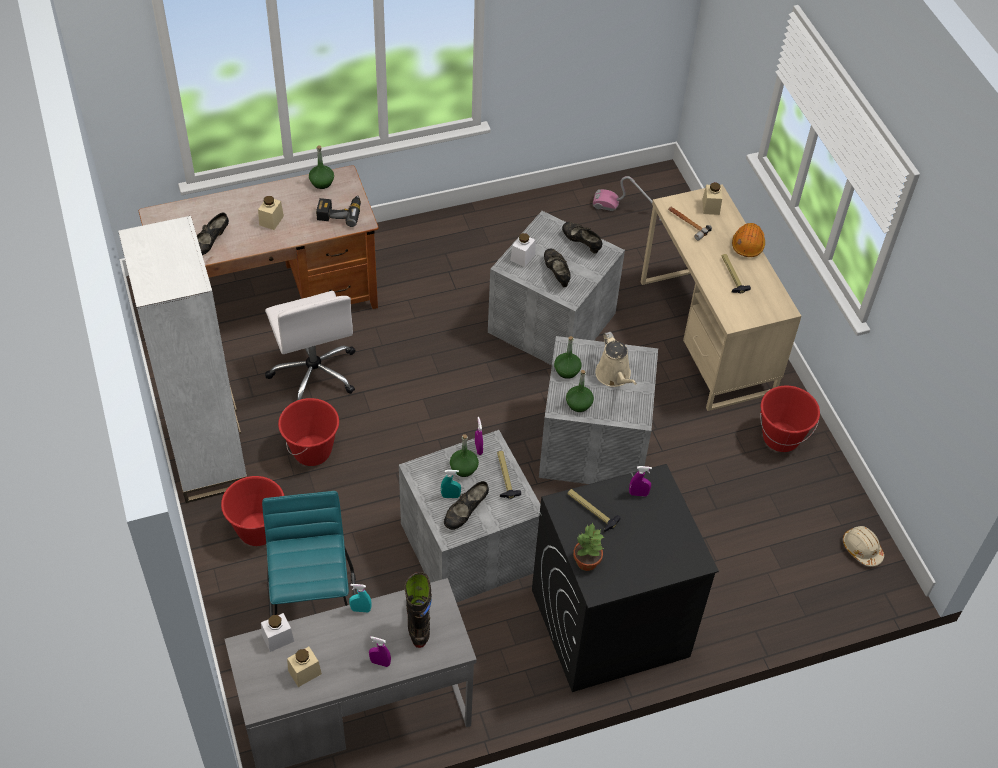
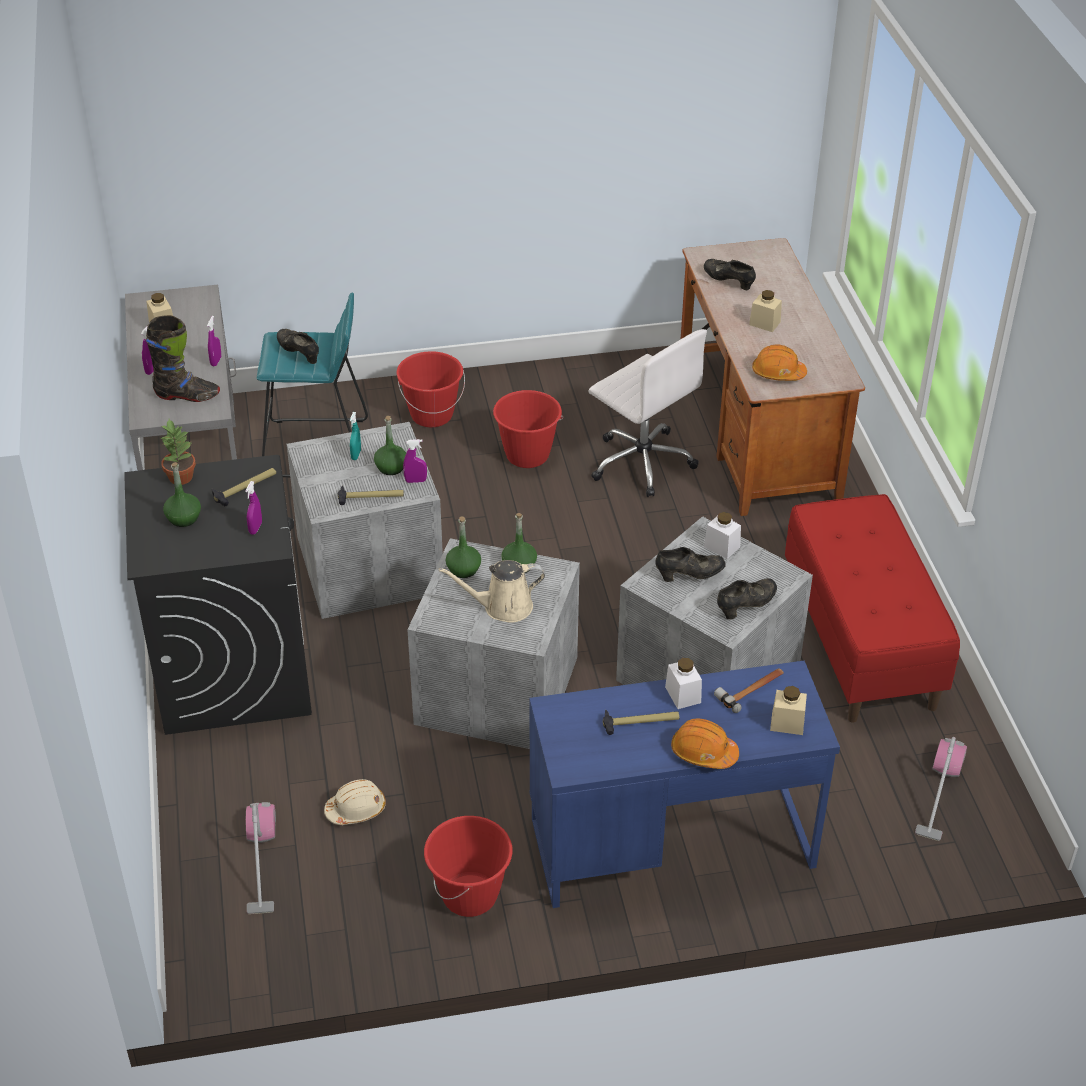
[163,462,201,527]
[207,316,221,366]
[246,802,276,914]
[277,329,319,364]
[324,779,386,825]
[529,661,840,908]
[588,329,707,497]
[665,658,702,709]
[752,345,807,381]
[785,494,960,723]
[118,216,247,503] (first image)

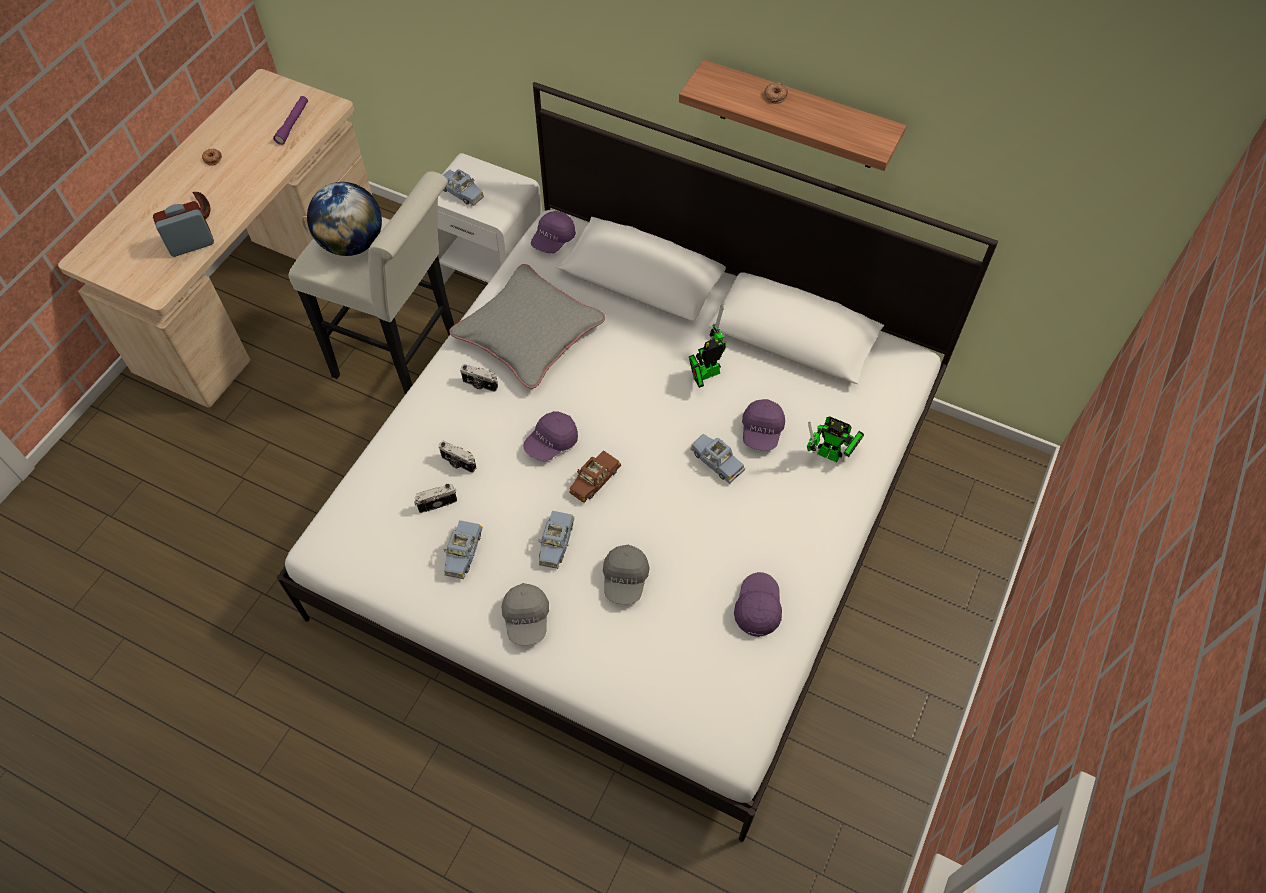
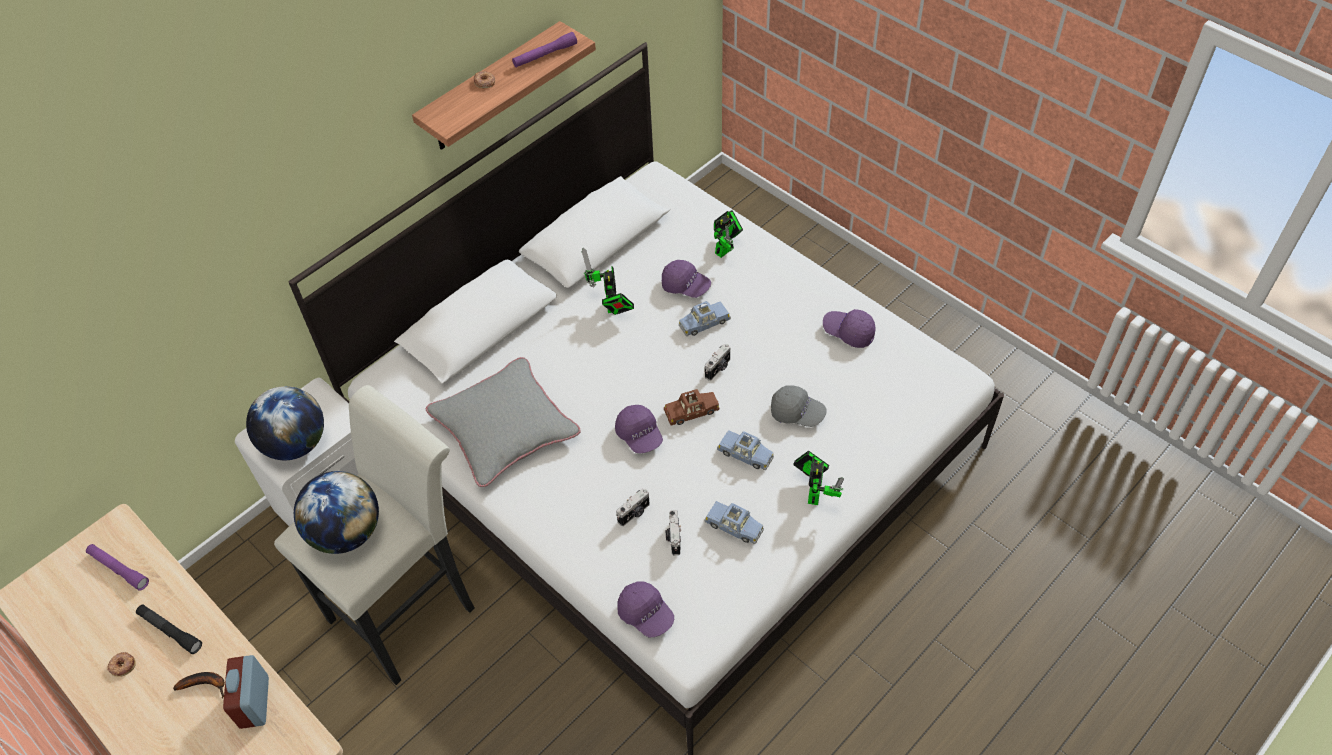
[136,604,202,654]
[246,386,324,460]
[512,32,577,68]
[618,581,674,637]
[664,389,719,426]
[705,344,730,381]
[793,451,845,505]

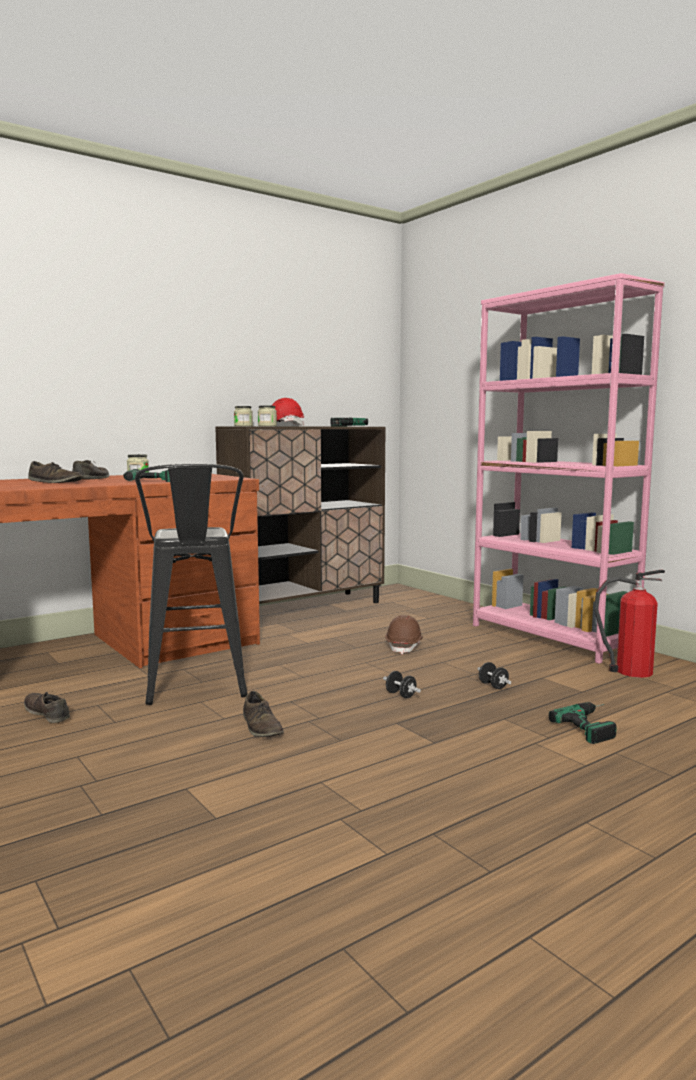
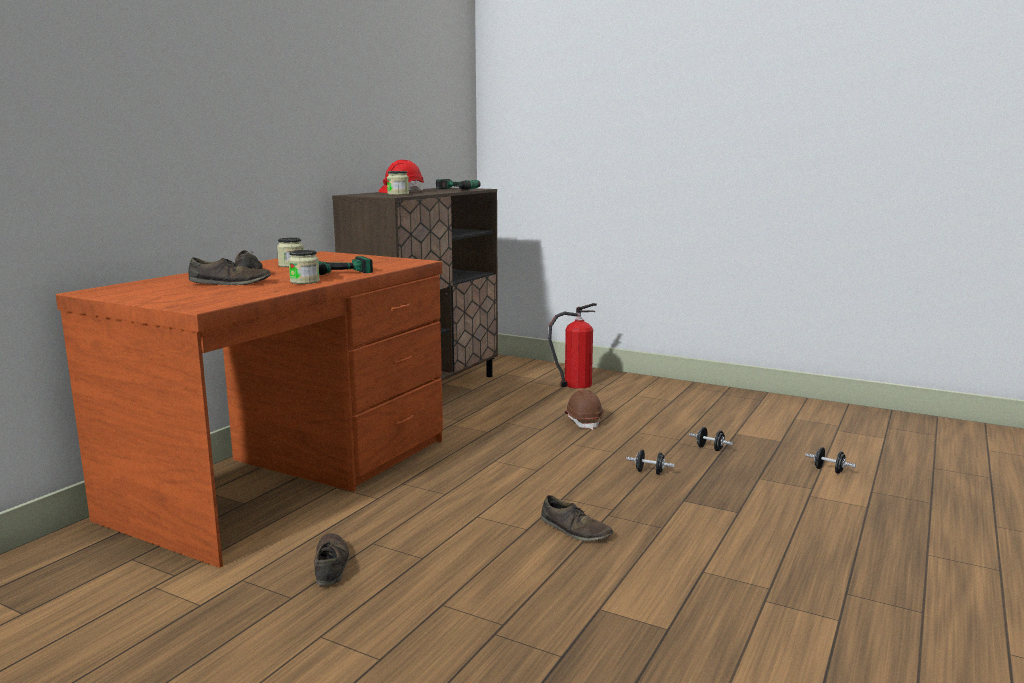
[288,250,320,284]
[314,533,349,586]
[548,303,597,389]
[805,447,856,474]
[135,464,248,705] (first image)
[473,273,665,664] (first image)

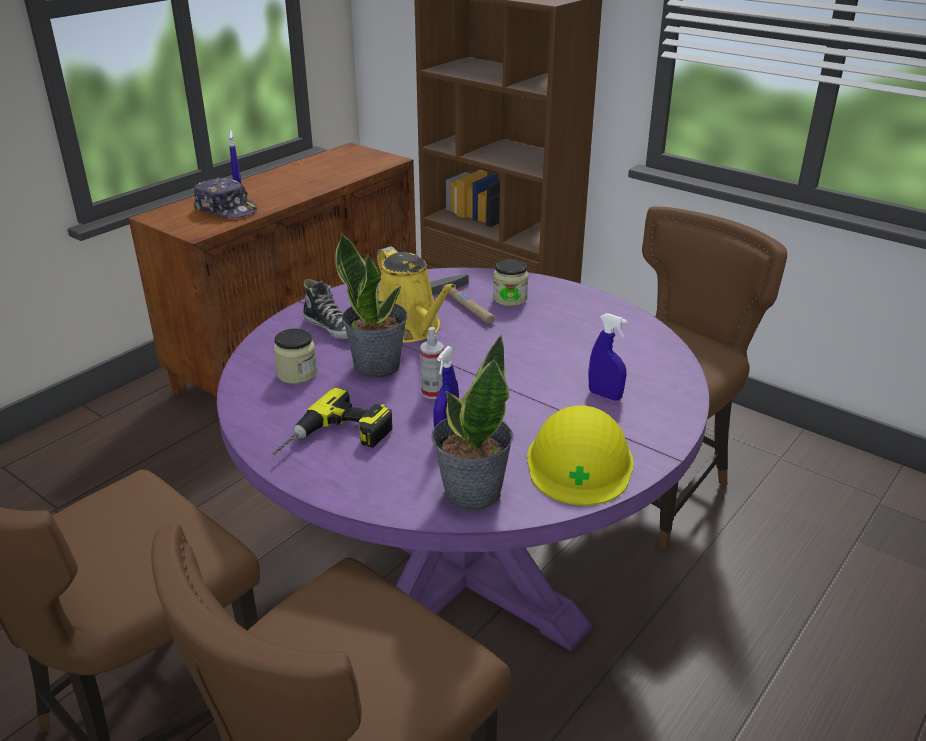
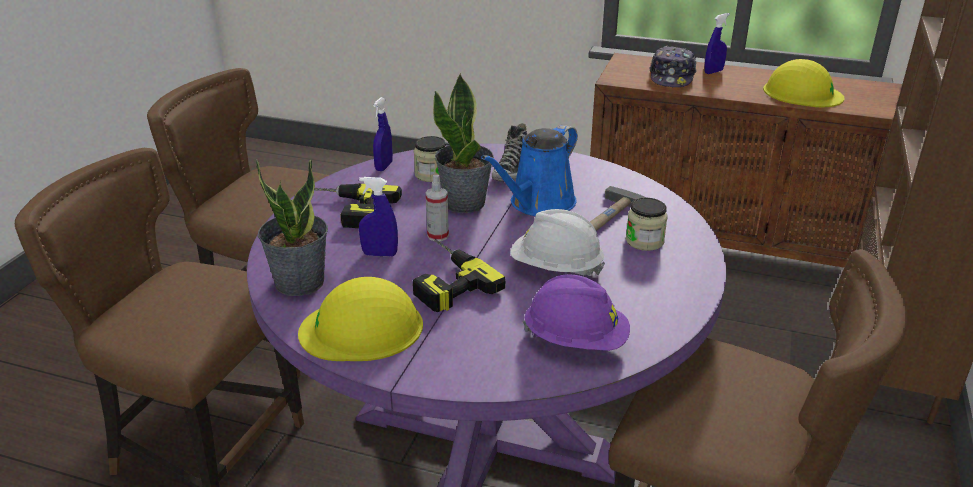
[373,97,393,171]
[413,239,505,312]
[481,125,578,216]
[510,209,605,276]
[523,274,630,351]
[763,59,845,107]

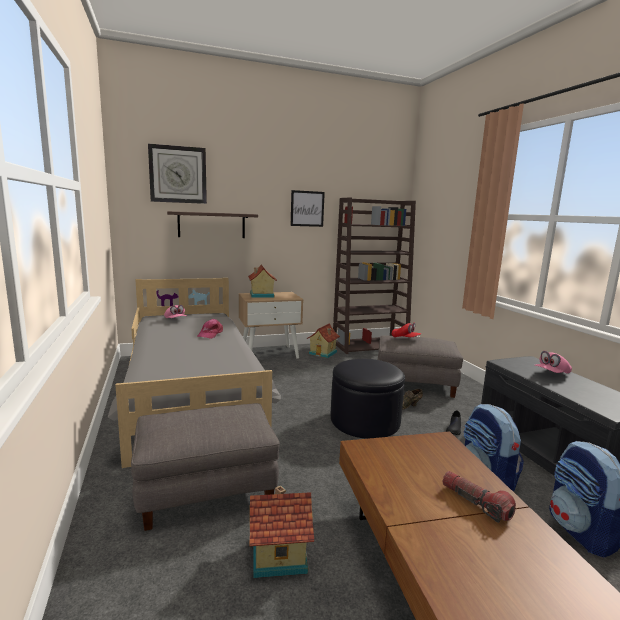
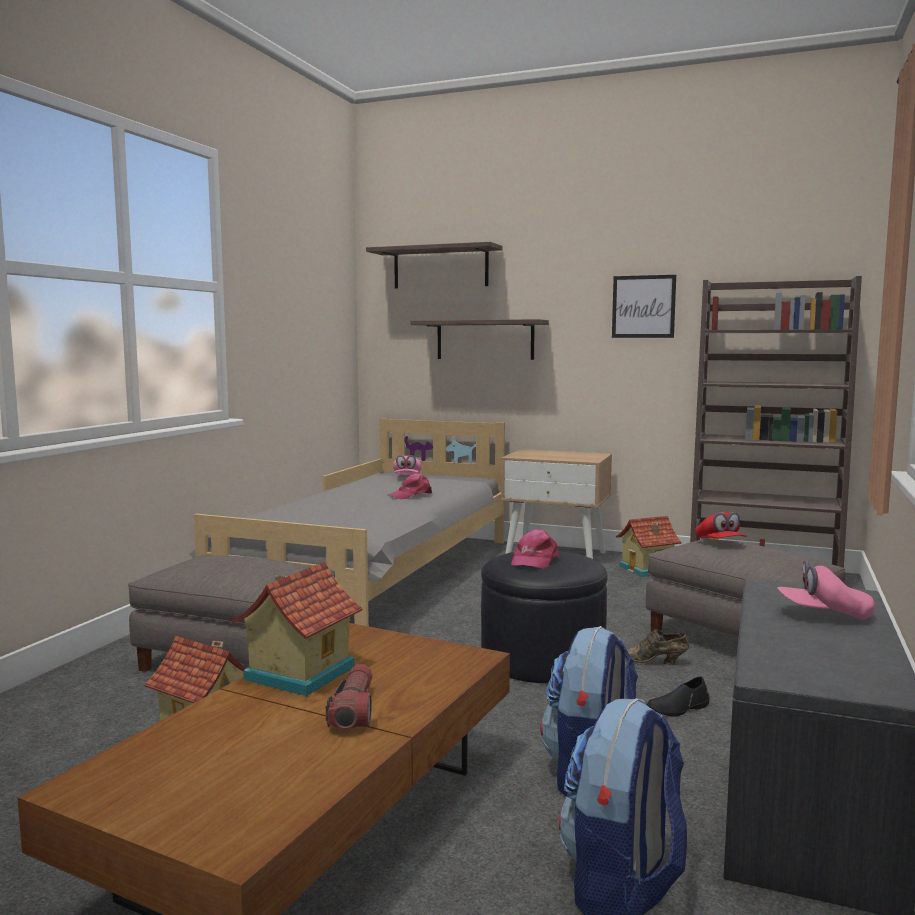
[232,562,362,696]
[366,242,502,288]
[511,529,559,569]

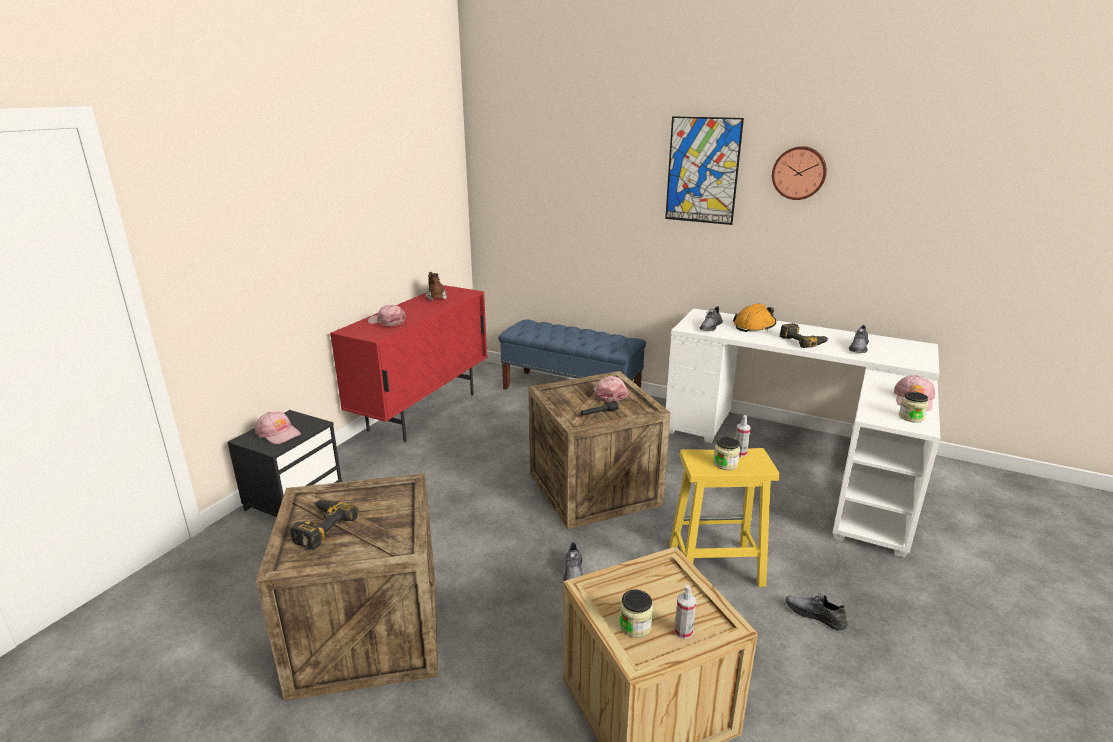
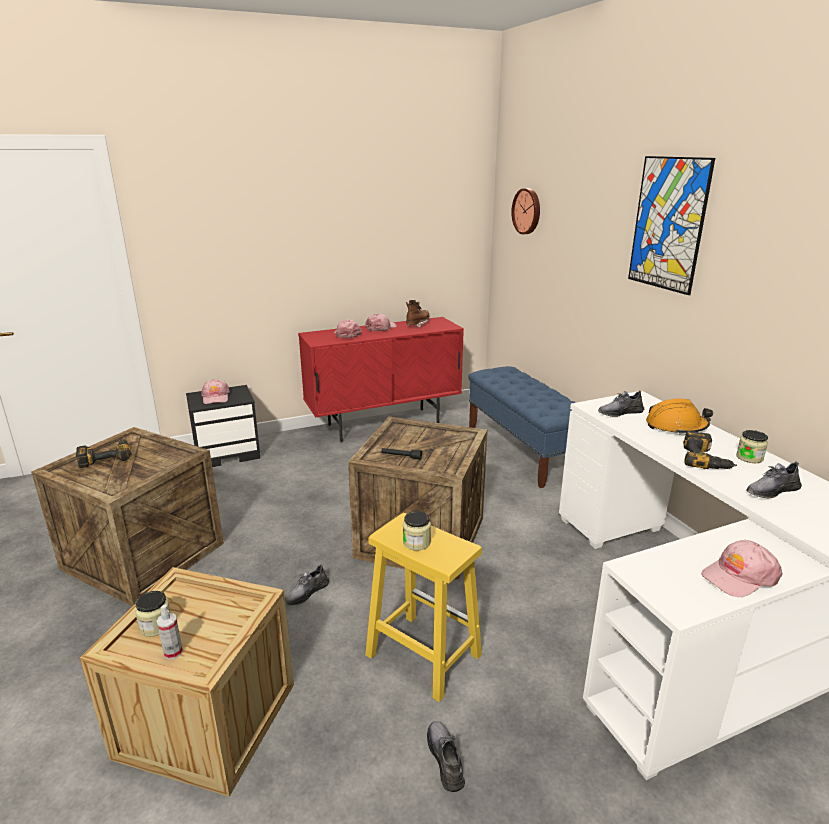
[365,313,397,331]
[511,188,540,234]
[736,430,768,463]
[735,415,751,457] (first image)

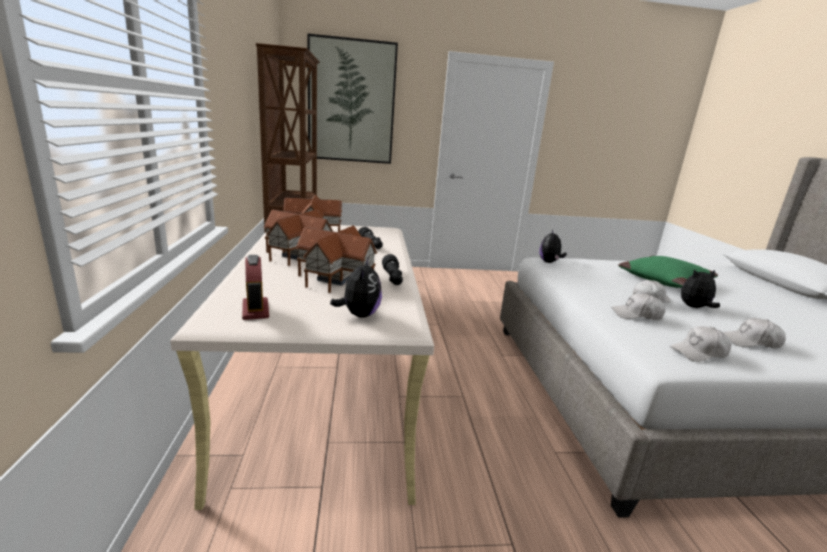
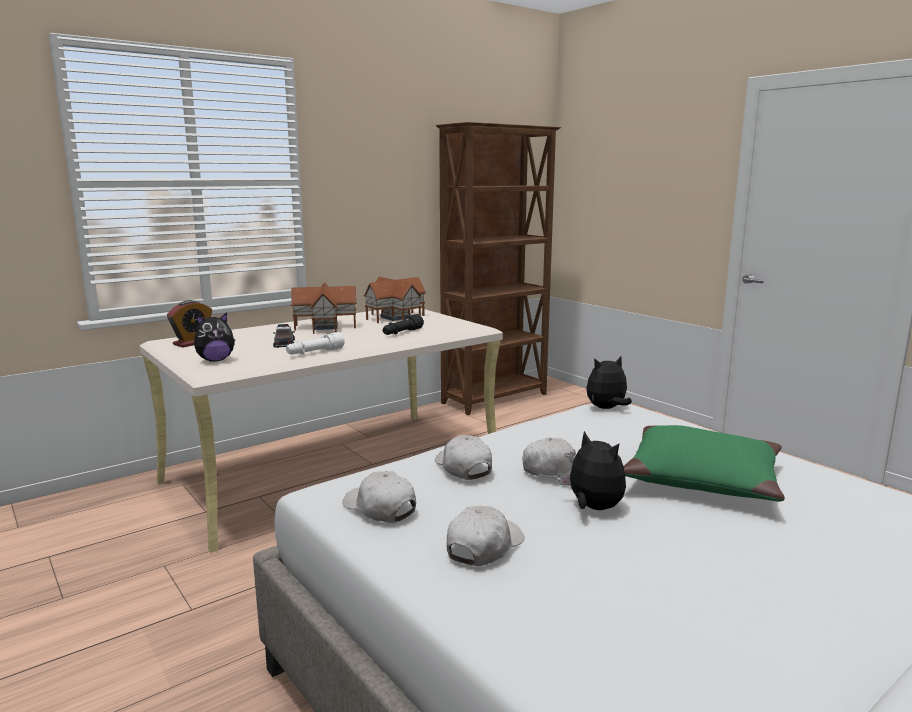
[273,324,295,348]
[286,332,345,355]
[447,506,524,566]
[307,34,398,164] (first image)

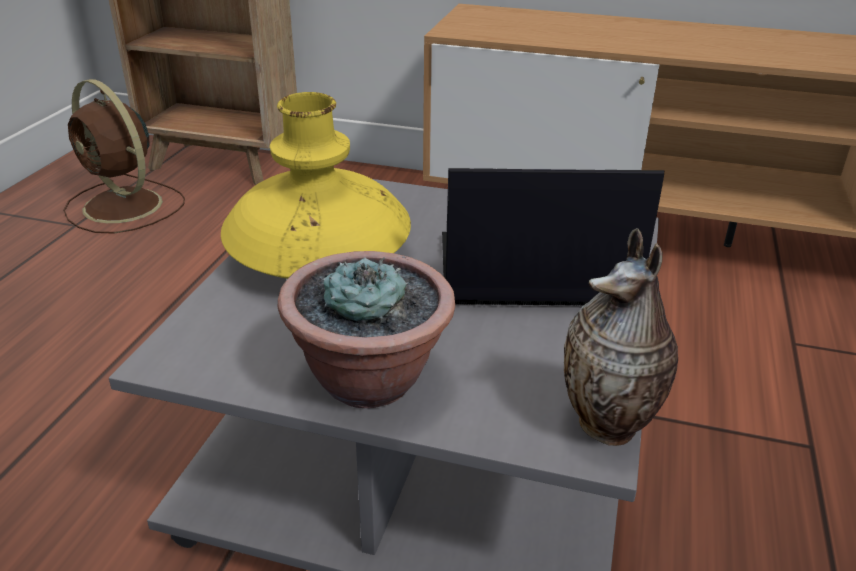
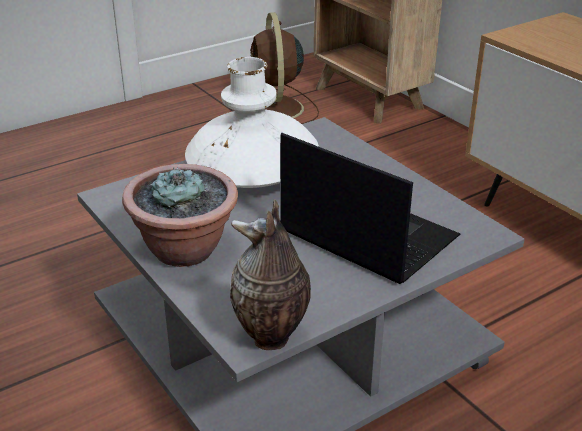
[185,57,319,188]

